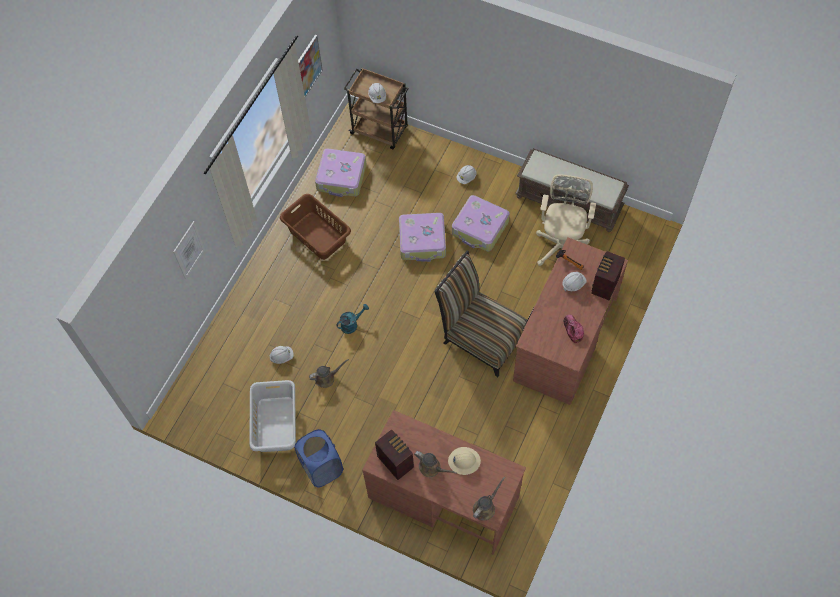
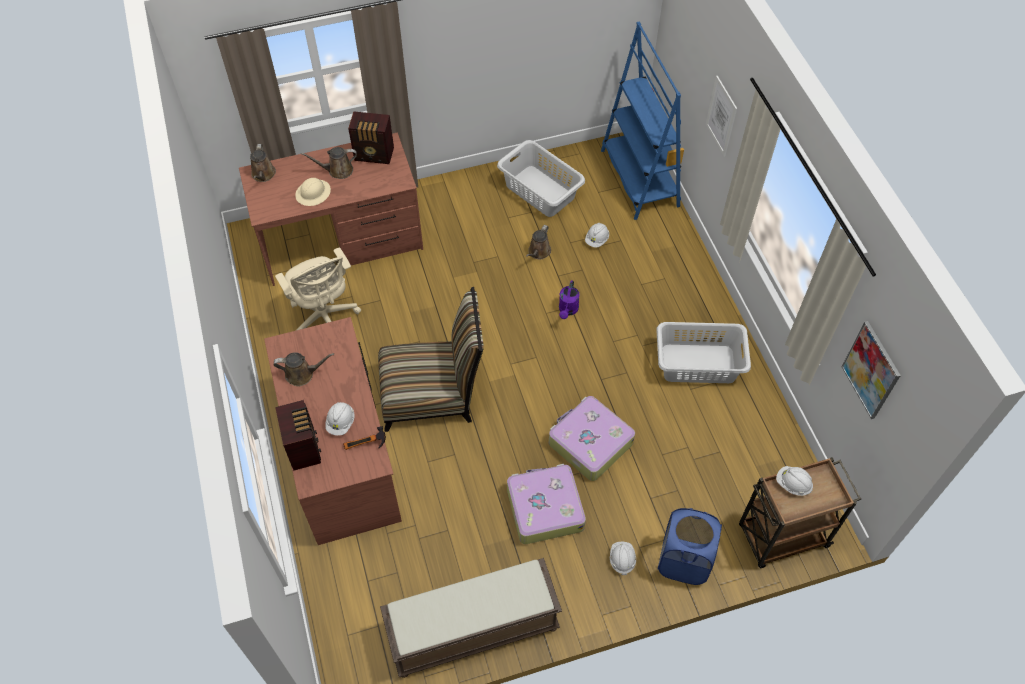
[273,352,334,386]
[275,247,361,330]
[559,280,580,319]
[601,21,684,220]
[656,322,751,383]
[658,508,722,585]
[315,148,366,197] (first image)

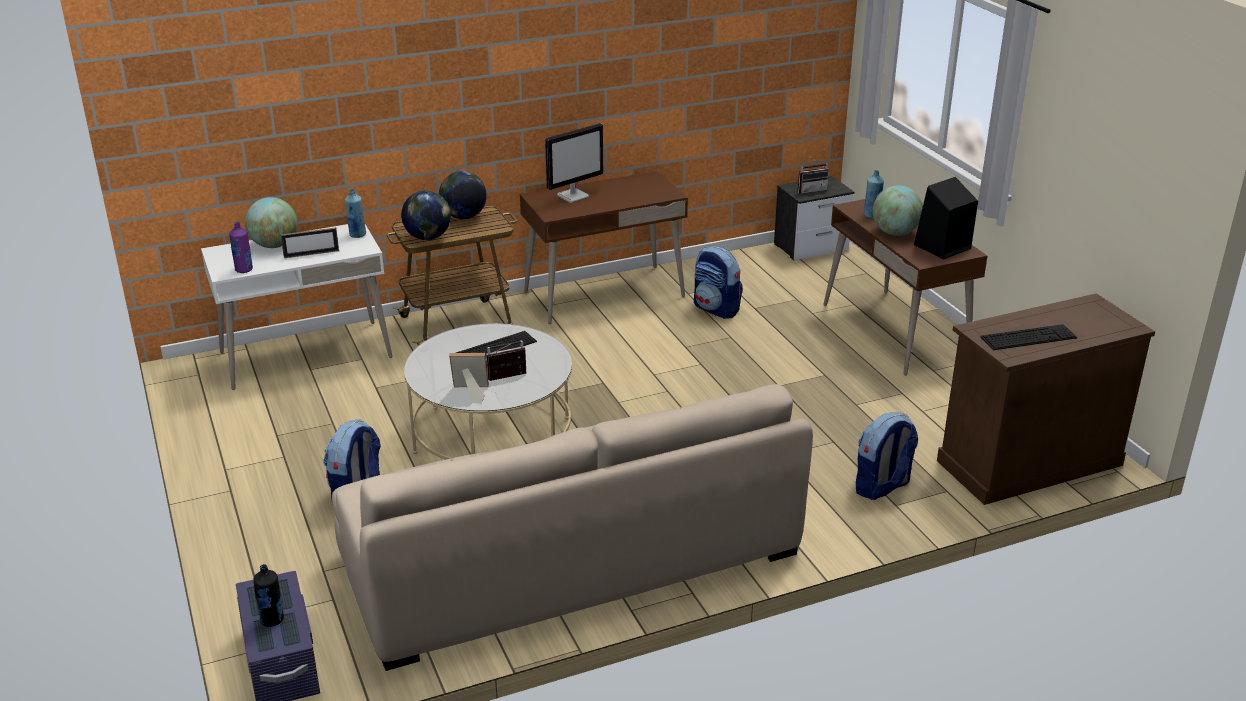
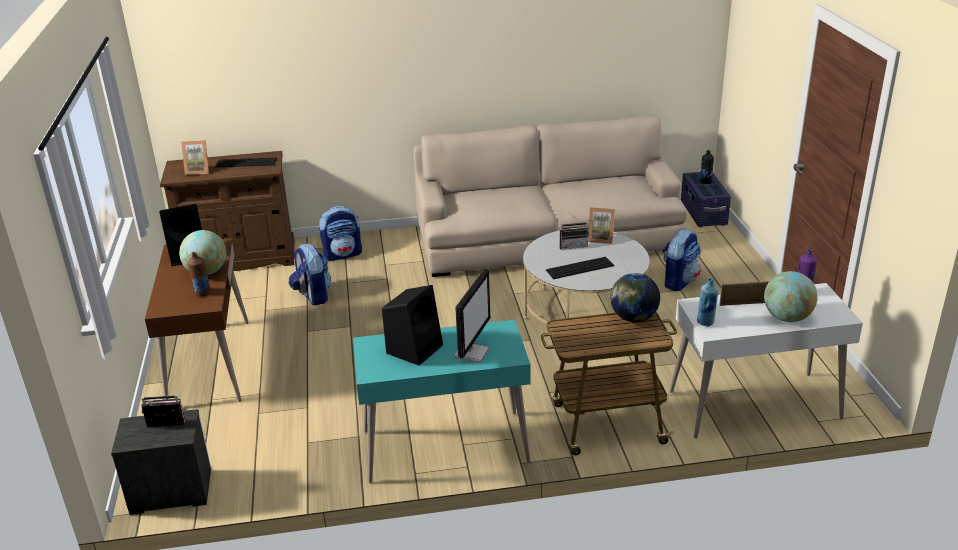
[181,140,209,175]
[188,252,211,296]
[289,244,331,305]
[353,320,531,483]
[382,285,443,366]
[455,268,490,363]
[439,171,487,219] (first image)

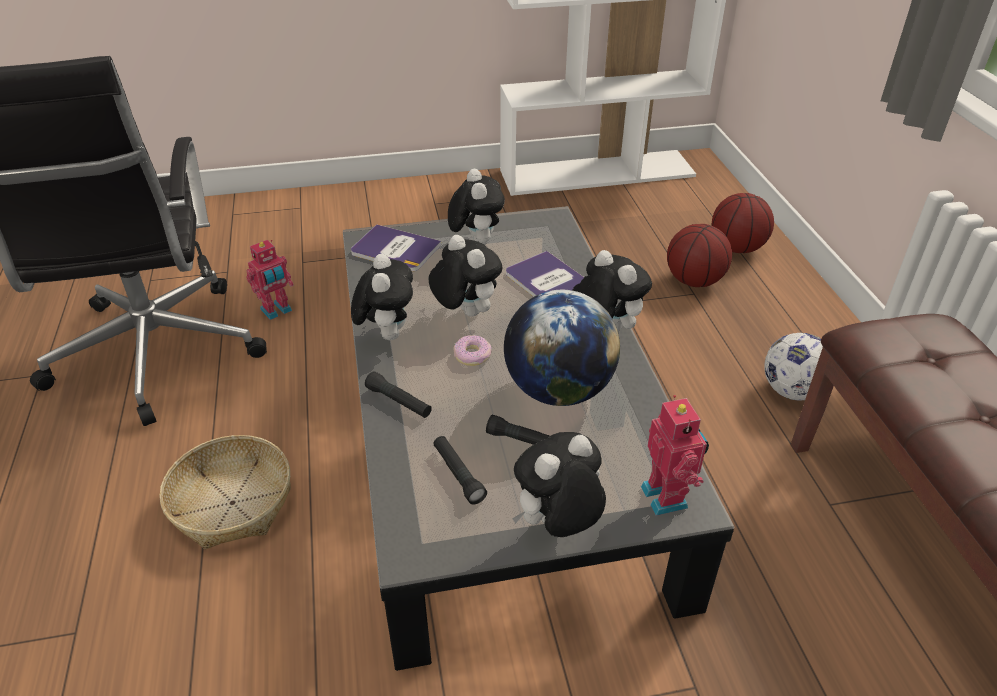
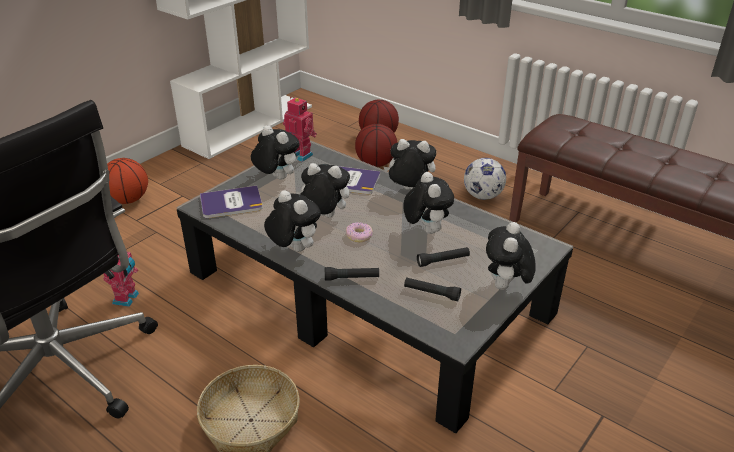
[107,158,148,204]
[283,97,317,162]
[403,172,454,234]

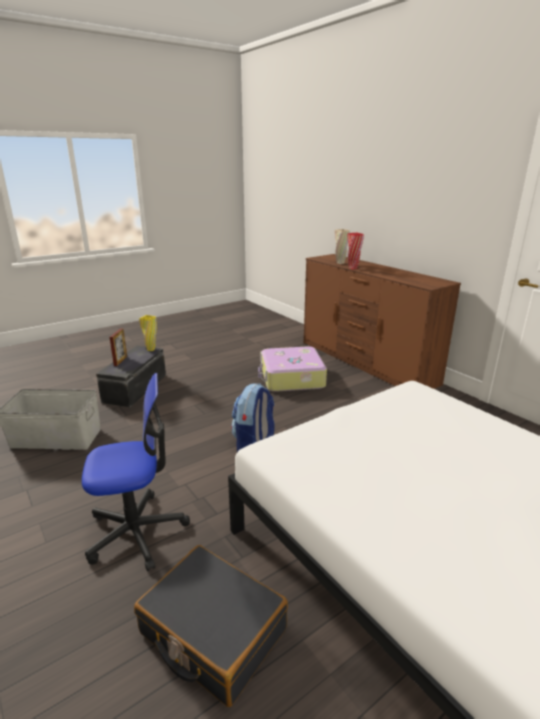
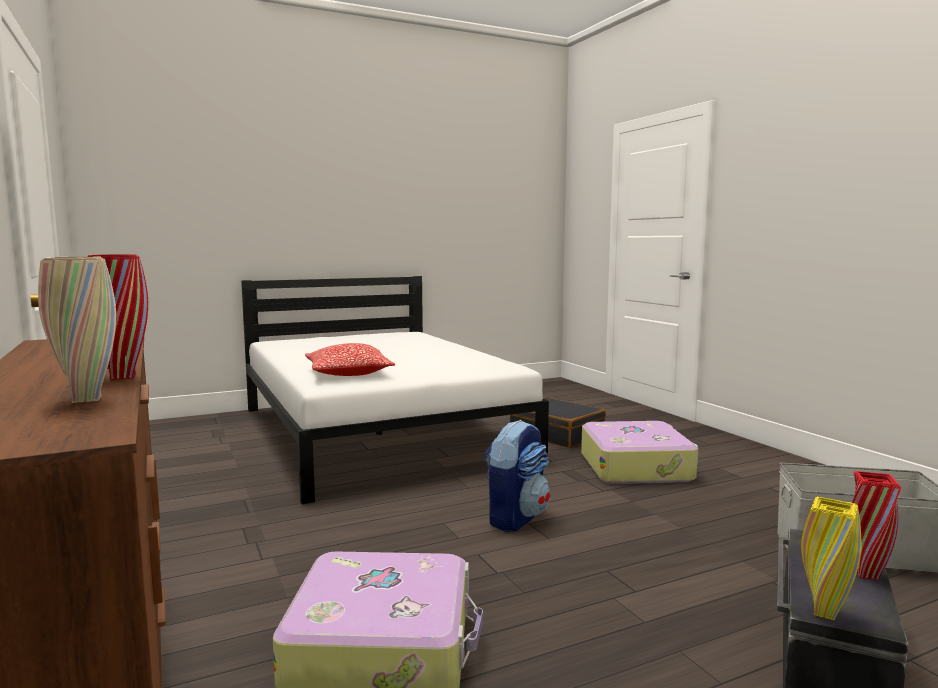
[305,343,395,376]
[581,421,699,484]
[852,471,901,580]

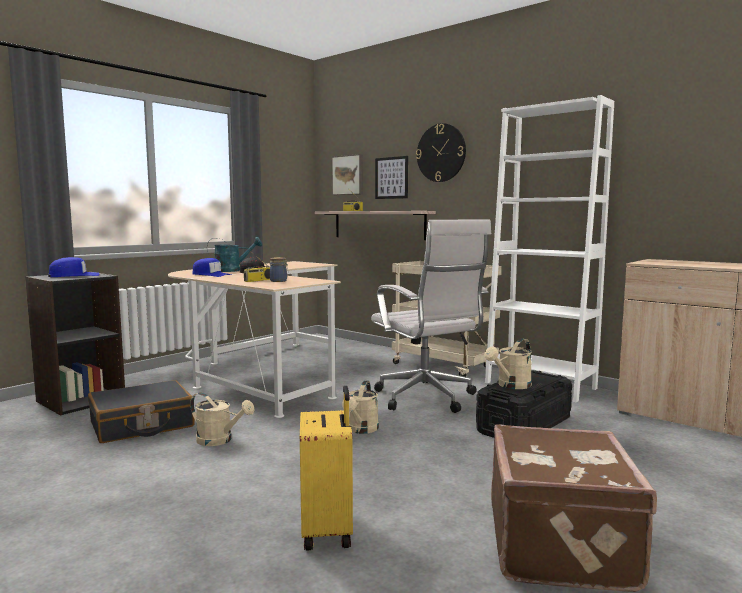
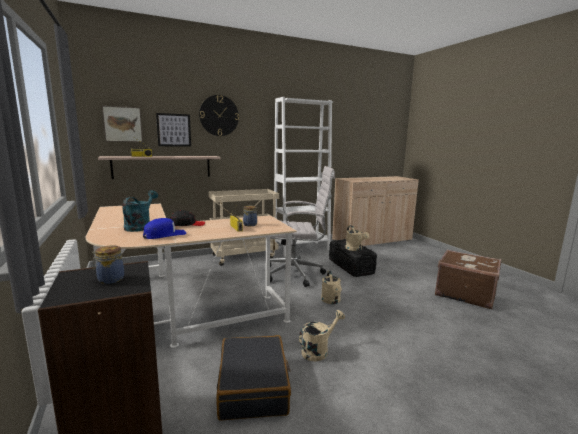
[92,246,124,284]
[321,271,342,304]
[300,386,353,551] (first image)

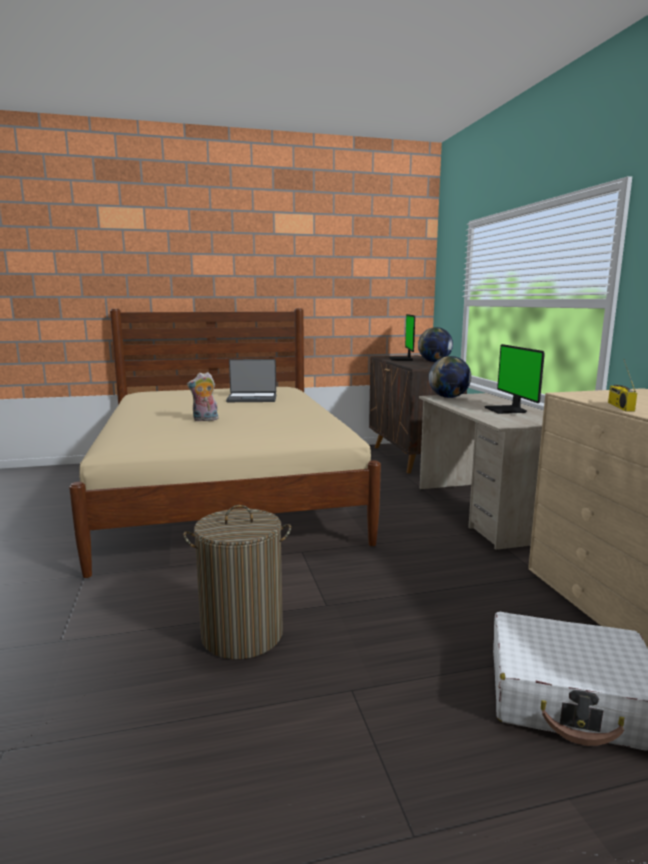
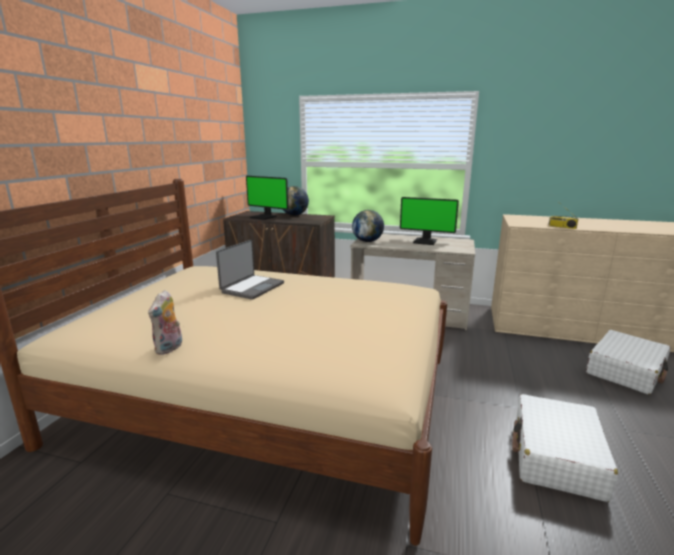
[148,290,182,355]
[512,394,618,502]

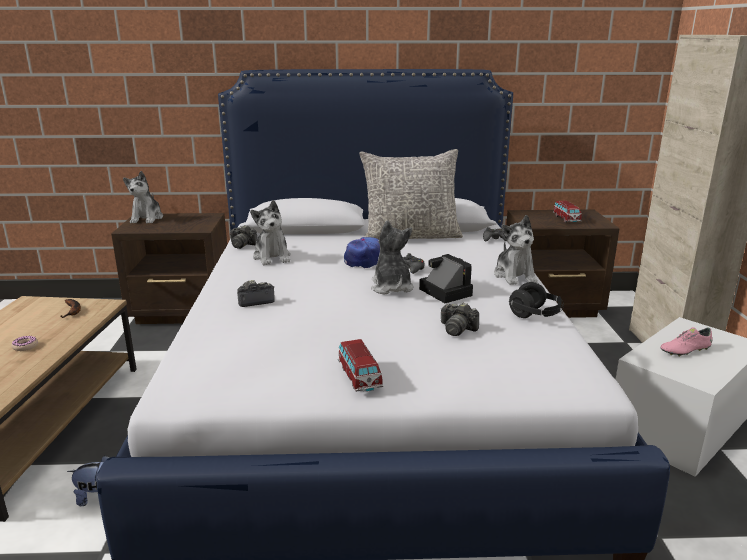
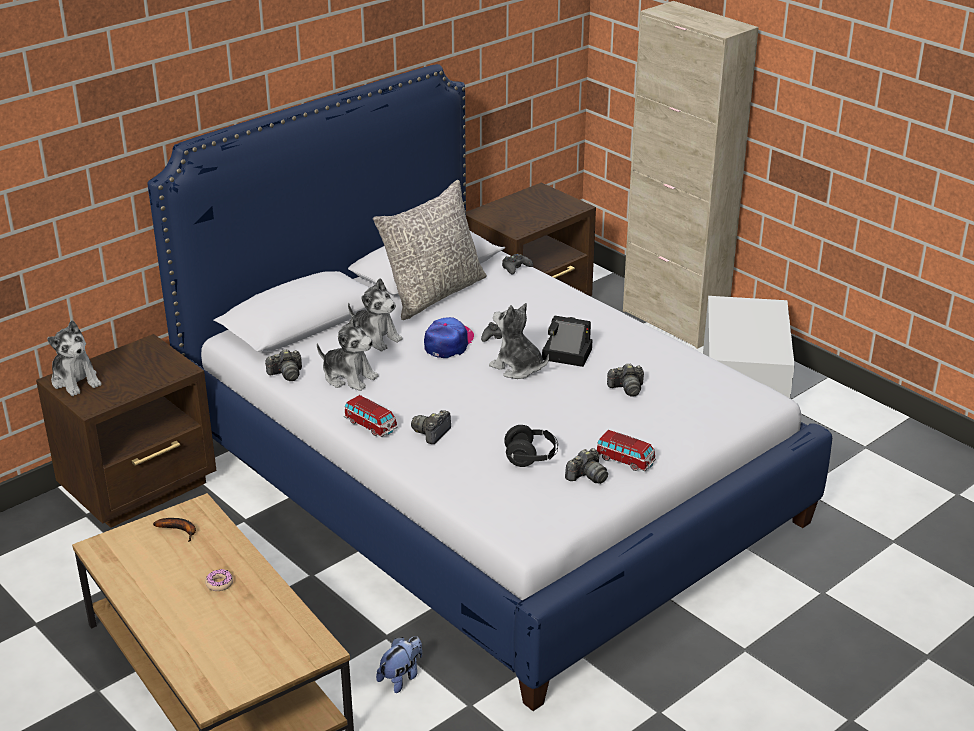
[344,395,398,437]
[348,278,403,351]
[504,425,558,467]
[565,448,608,484]
[661,327,712,356] (first image)

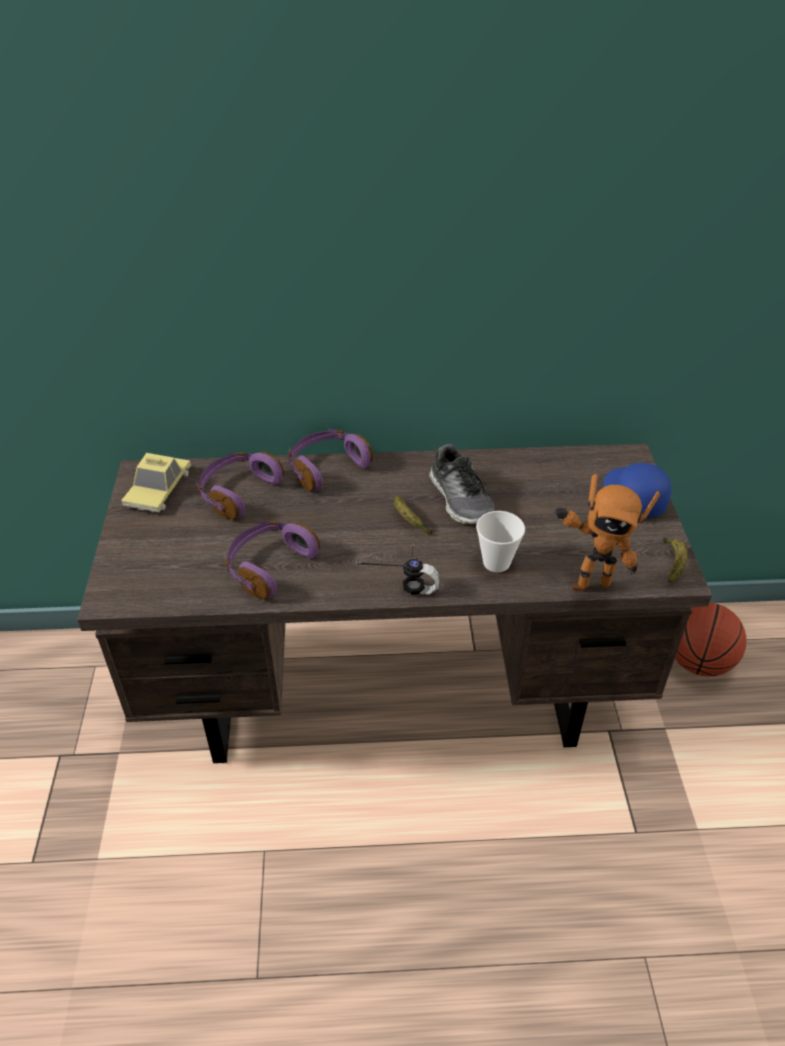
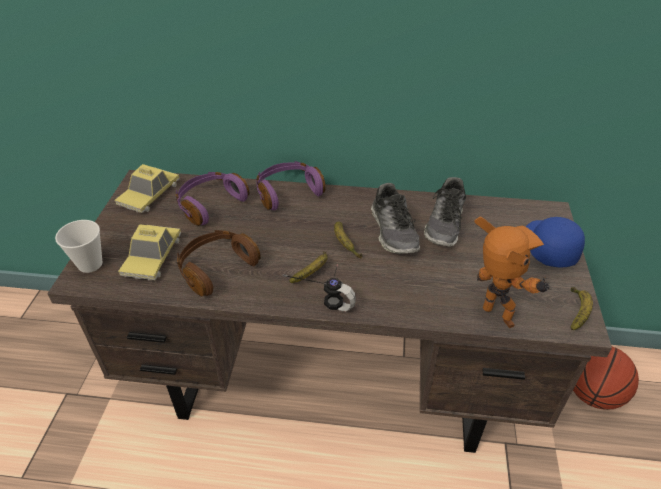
[55,220,102,273]
[118,224,181,280]
[177,230,261,296]
[289,251,328,283]
[424,177,466,247]
[474,217,552,328]

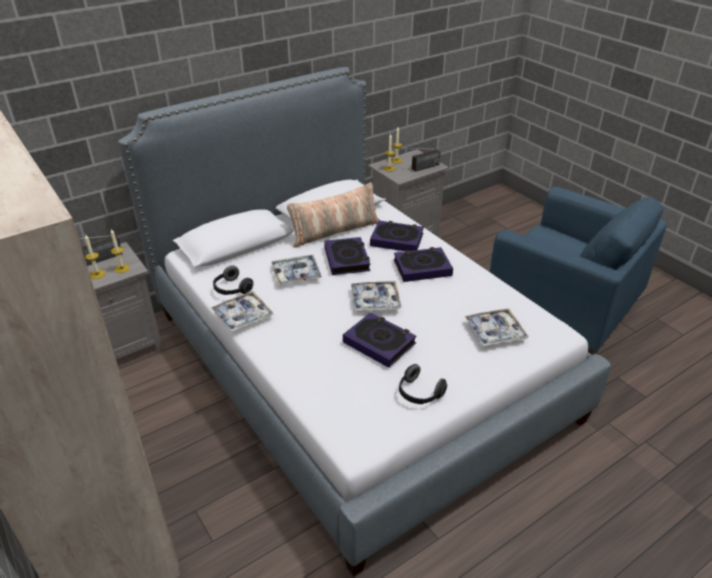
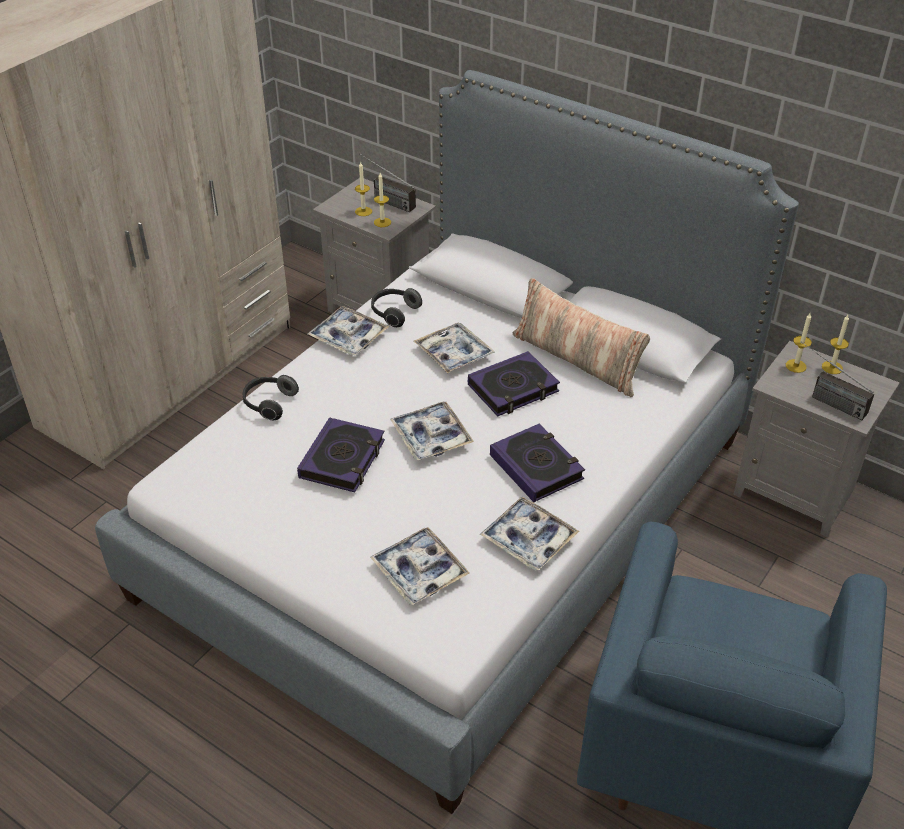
[243,375,299,420]
[480,497,579,571]
[370,221,424,251] (first image)

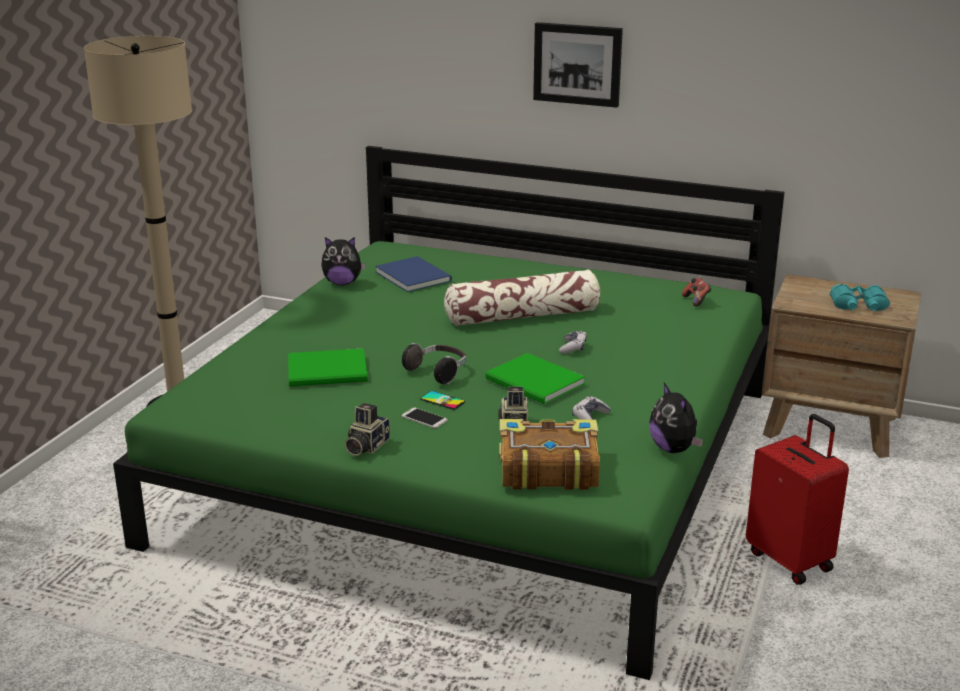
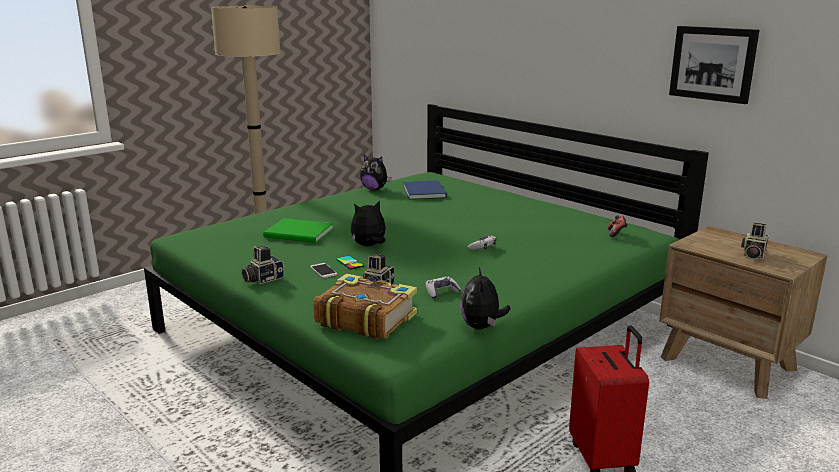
[351,201,386,246]
[669,26,759,104]
[741,222,769,260]
[444,270,600,326] (first image)
[485,353,585,404] (first image)

